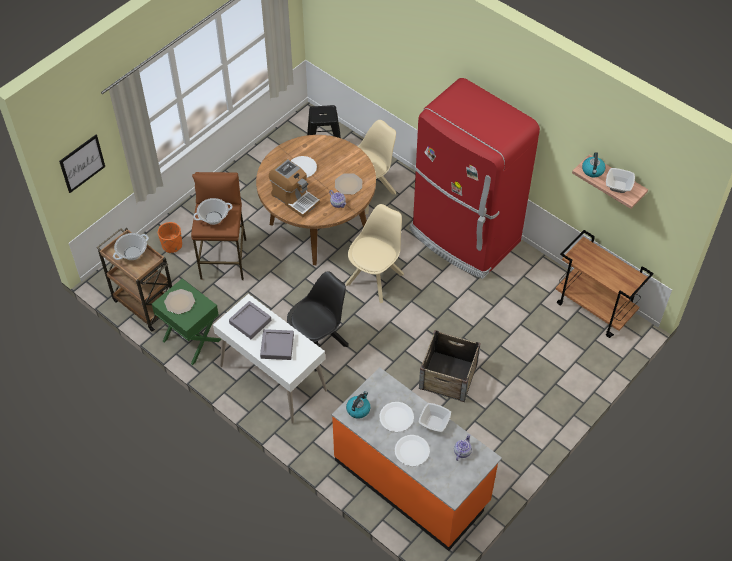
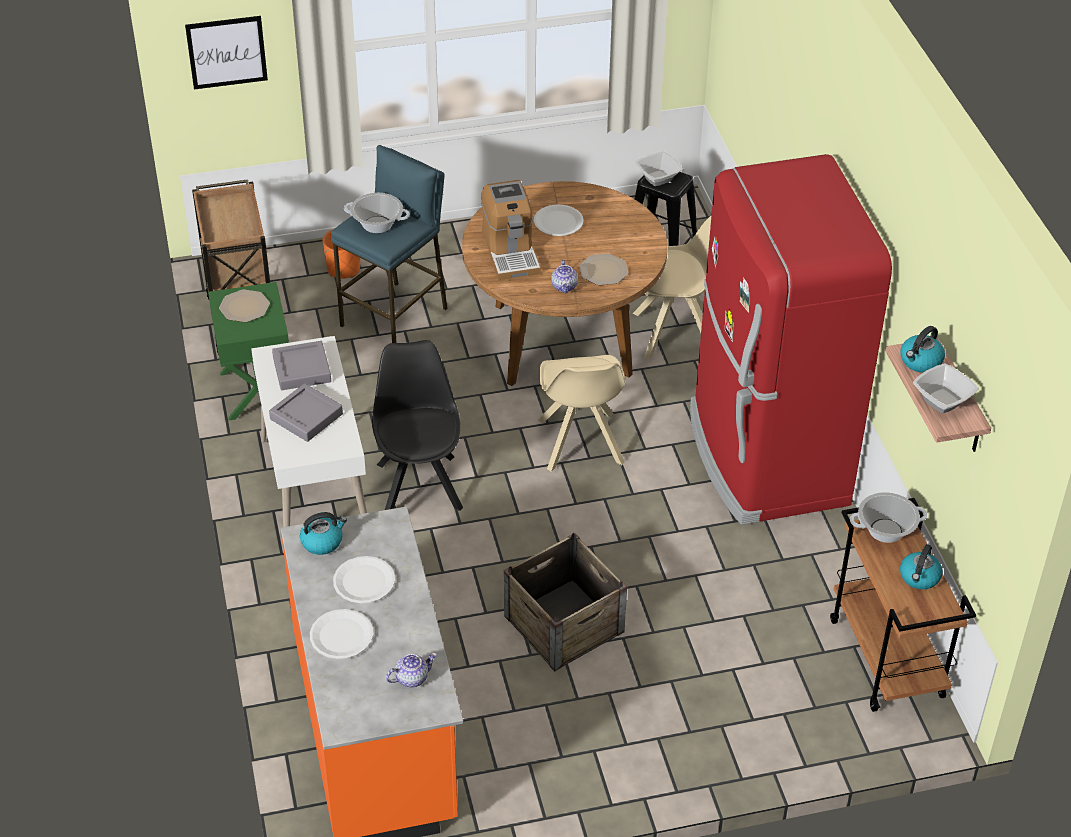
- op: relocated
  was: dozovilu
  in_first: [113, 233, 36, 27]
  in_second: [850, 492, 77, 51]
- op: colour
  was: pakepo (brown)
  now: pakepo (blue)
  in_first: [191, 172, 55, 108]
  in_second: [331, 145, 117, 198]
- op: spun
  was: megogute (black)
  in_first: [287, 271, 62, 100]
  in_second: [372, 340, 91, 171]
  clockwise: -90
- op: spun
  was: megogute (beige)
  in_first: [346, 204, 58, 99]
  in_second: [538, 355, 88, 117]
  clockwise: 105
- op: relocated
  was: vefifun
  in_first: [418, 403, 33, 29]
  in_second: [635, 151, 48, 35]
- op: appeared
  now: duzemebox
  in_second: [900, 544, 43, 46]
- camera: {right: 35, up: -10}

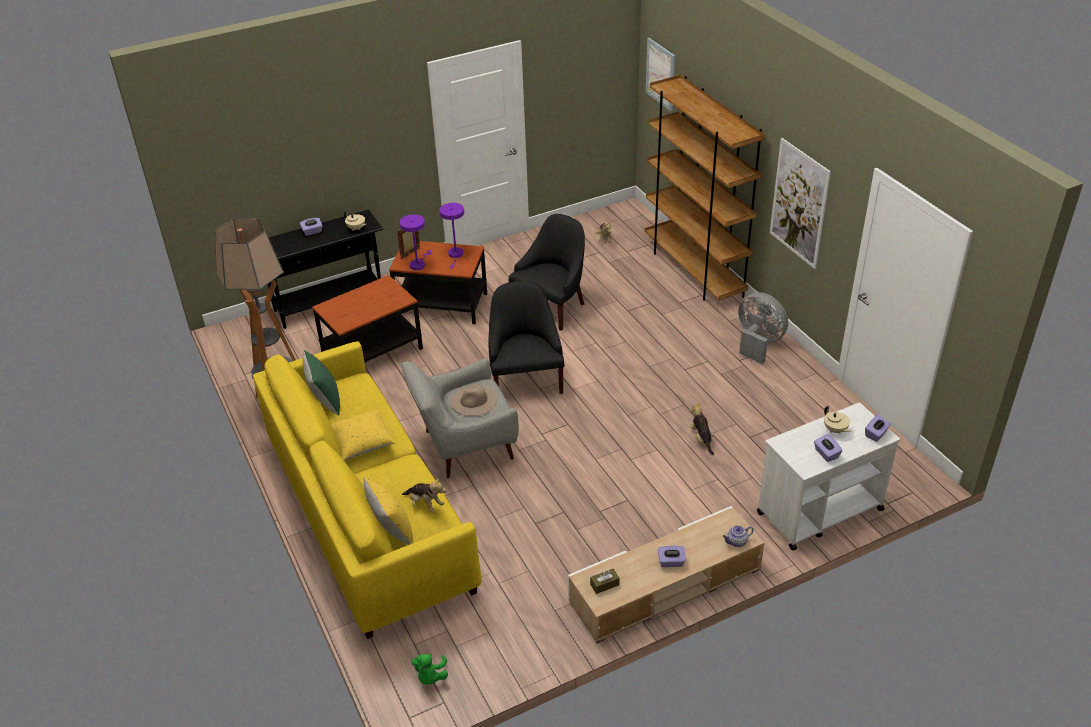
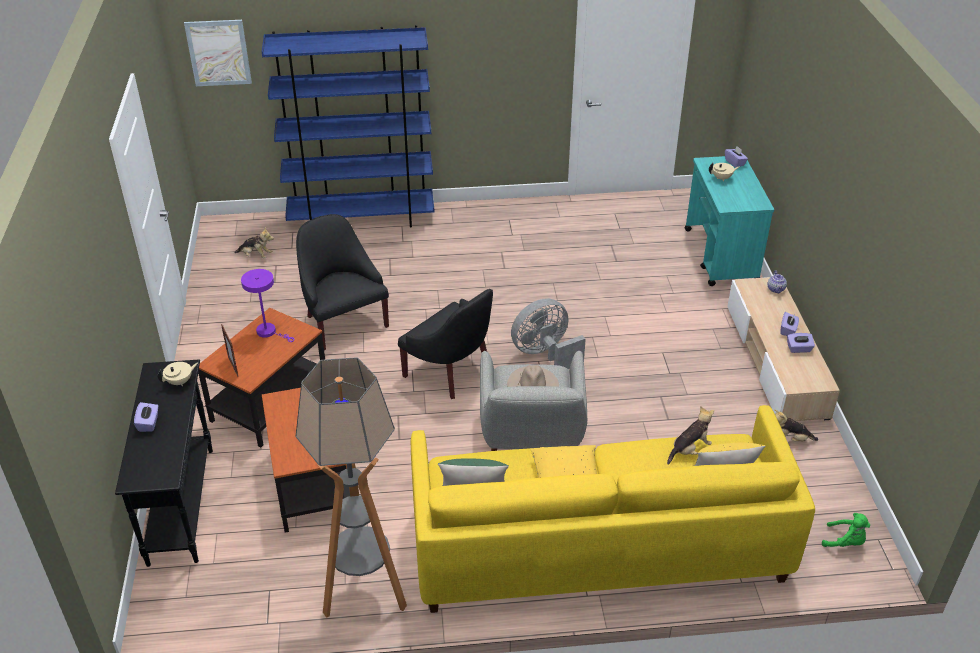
- op: missing
  was: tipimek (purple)
  in_first: [400, 214, 31, 56]
- op: spun
  was: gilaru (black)
  in_first: [488, 281, 77, 113]
  in_second: [398, 289, 95, 110]
  clockwise: -150
- op: missing
  was: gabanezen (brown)
  in_first: [590, 569, 30, 25]
- op: colour
  was: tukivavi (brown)
  now: tukivavi (blue)
  in_first: [645, 75, 120, 226]
  in_second: [262, 25, 173, 203]
- op: relocated
  was: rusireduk
  in_first: [689, 401, 26, 54]
  in_second: [774, 409, 44, 33]
- op: relocated
  was: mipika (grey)
  in_first: [738, 292, 50, 72]
  in_second: [511, 298, 75, 71]
- op: colour
  was: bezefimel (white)
  now: bezefimel (turquoise)
  in_first: [757, 403, 143, 147]
  in_second: [684, 156, 90, 130]
- op: missing
  was: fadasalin
  in_first: [770, 138, 61, 131]
- op: relocated
  was: gabanezen (purple)
  in_first: [814, 434, 28, 28]
  in_second: [787, 333, 28, 20]
- camera: {right: -70, up: 0}

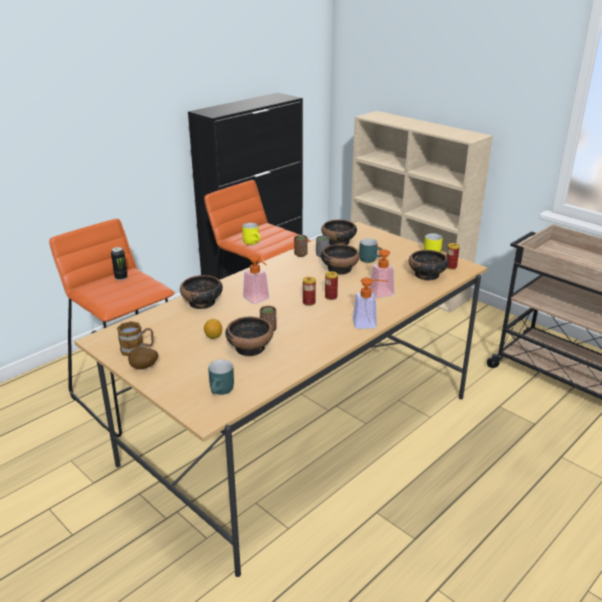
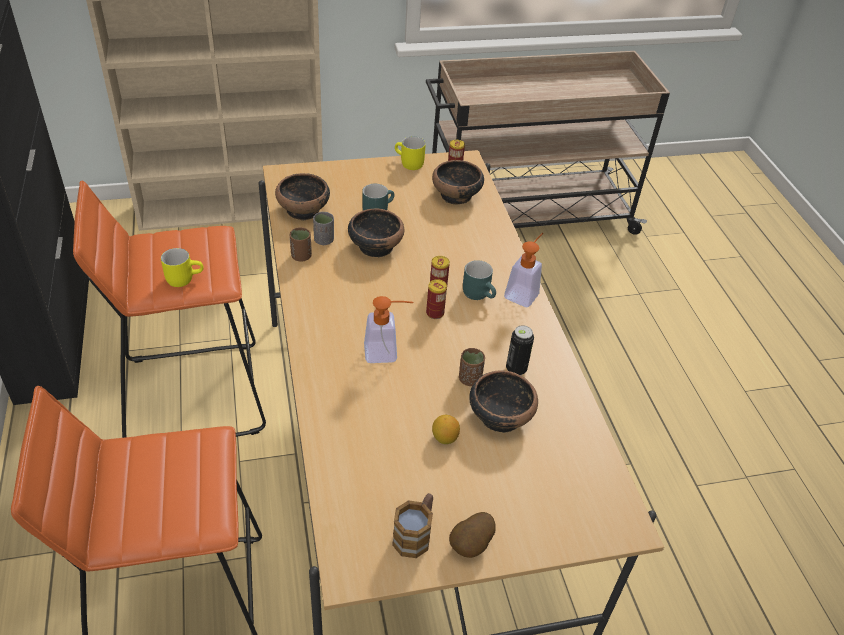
- op: relocated
  was: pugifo
  in_first: [111, 247, 17, 33]
  in_second: [506, 325, 28, 50]
- op: missing
  was: vefifun
  in_first: [180, 275, 43, 34]
- op: relocated
  was: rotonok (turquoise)
  in_first: [208, 360, 26, 35]
  in_second: [463, 260, 33, 40]
- op: missing
  was: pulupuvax
  in_first: [370, 245, 24, 53]
- camera: {right: -60, up: 15}

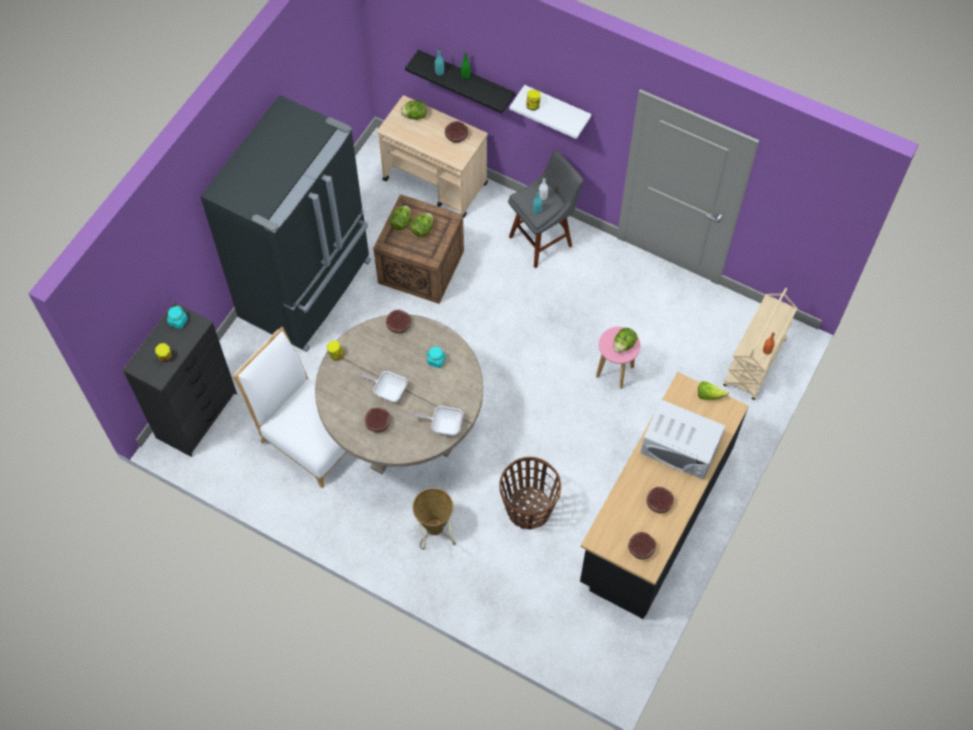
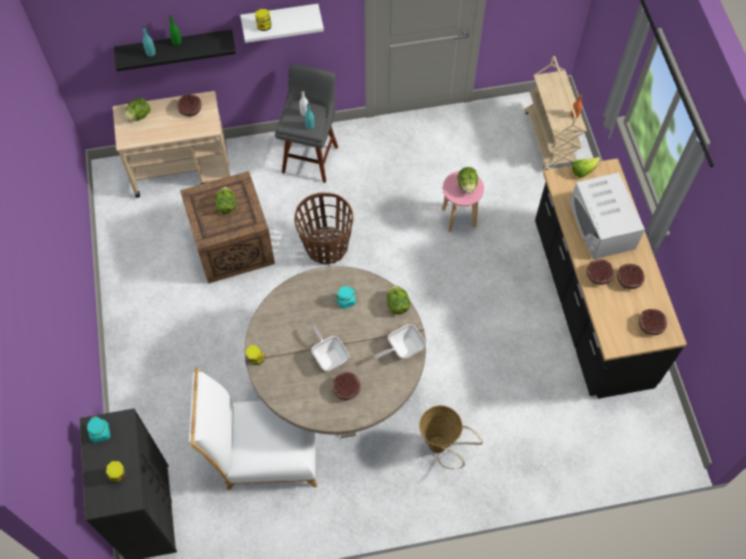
- op: missing
  was: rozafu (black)
  in_first: [200, 95, 171, 257]
- op: spun
  was: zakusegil
  in_first: [358, 371, 50, 31]
  in_second: [310, 323, 39, 48]
  clockwise: 75
- op: relocated
  was: vefifun
  in_first: [386, 310, 25, 24]
  in_second: [587, 259, 27, 26]
- op: relocated
  was: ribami
  in_first: [389, 206, 22, 24]
  in_second: [387, 285, 24, 30]
- op: relocated
  was: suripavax
  in_first: [499, 457, 62, 73]
  in_second: [294, 192, 59, 72]
- op: spun
  was: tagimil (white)
  in_first: [640, 399, 85, 81]
  in_second: [569, 172, 76, 87]
  clockwise: 90
- camera: {right: -40, up: 0}

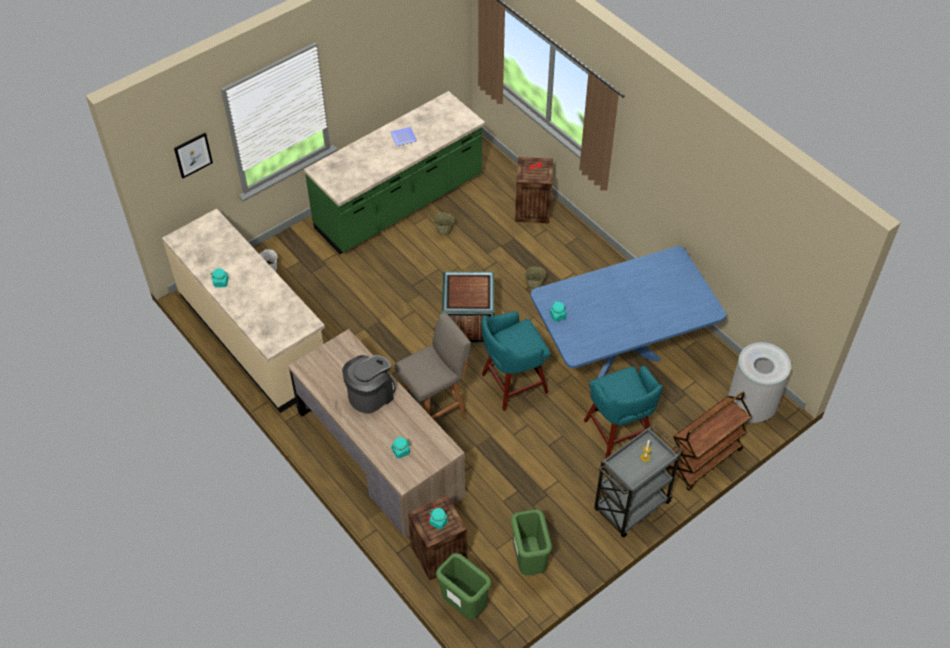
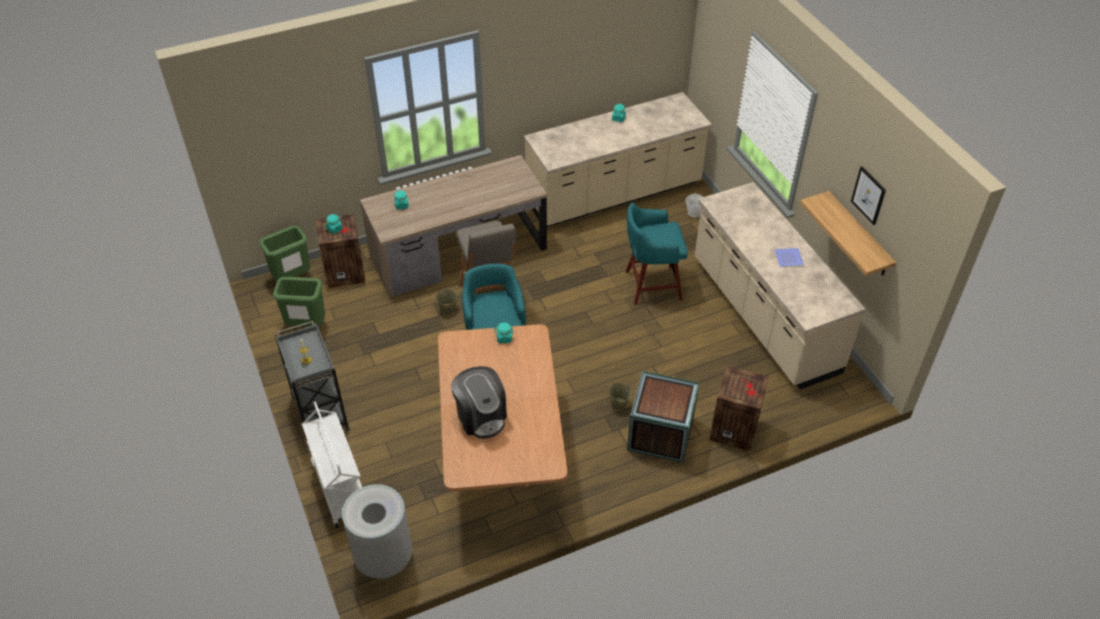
- op: relocated
  was: fadasalin
  in_first: [174, 133, 39, 45]
  in_second: [851, 167, 35, 58]
- op: colour
  was: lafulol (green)
  now: lafulol (beige)
  in_first: [304, 91, 181, 163]
  in_second: [695, 182, 171, 207]
- op: relocated
  was: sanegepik
  in_first: [342, 355, 53, 59]
  in_second: [451, 366, 56, 73]
- op: relocated
  was: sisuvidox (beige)
  in_first: [433, 210, 22, 26]
  in_second: [436, 288, 21, 27]
- op: relocated
  was: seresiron
  in_first: [442, 272, 52, 71]
  in_second: [627, 371, 72, 92]
- op: colour
  was: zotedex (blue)
  now: zotedex (brown)
  in_first: [531, 246, 195, 132]
  in_second: [438, 324, 129, 167]
- op: relocated
  was: pakepo (turquoise)
  in_first: [584, 365, 78, 94]
  in_second: [626, 203, 62, 102]
- op: colour
  was: bezefimel (brown)
  now: bezefimel (white)
  in_first: [667, 391, 85, 100]
  in_second: [302, 401, 60, 127]
- op: appeared
  now: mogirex
  in_second: [800, 191, 96, 85]
- camera: {right: 105, up: -5}

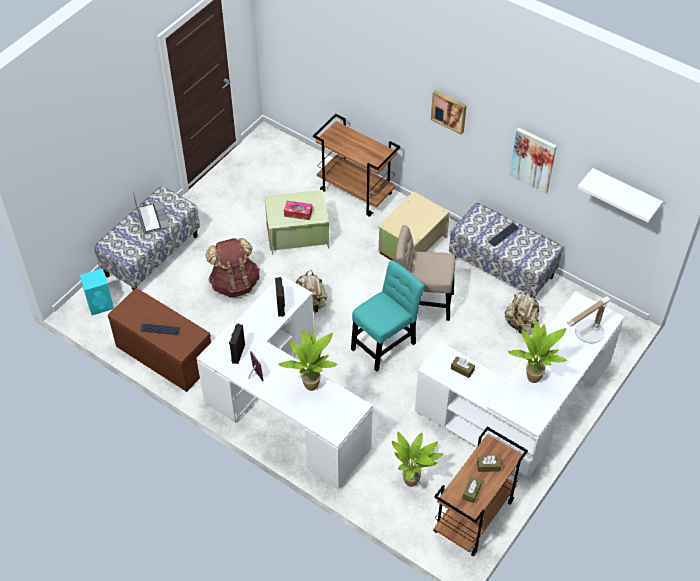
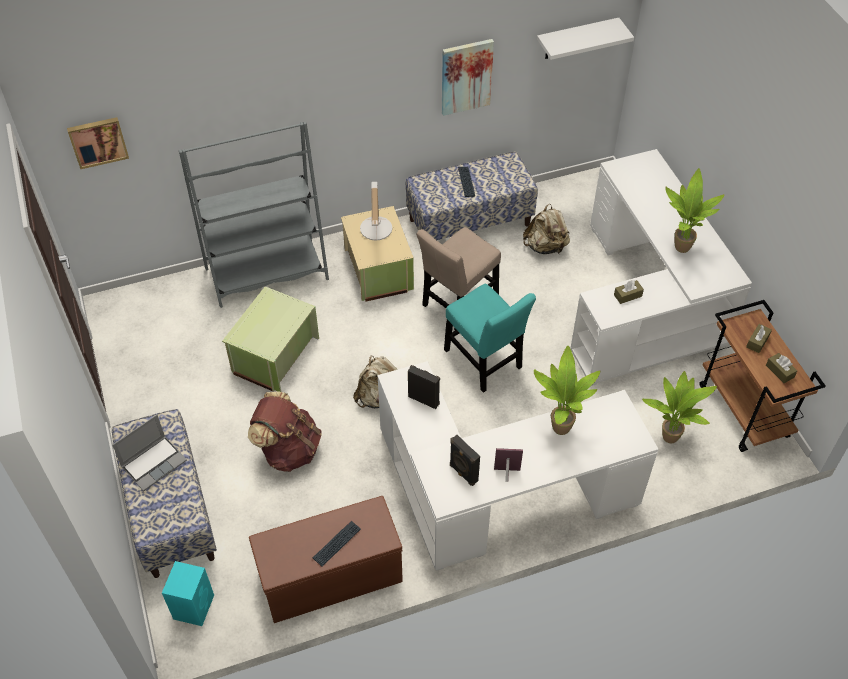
- op: spun
  was: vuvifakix
  in_first: [133, 190, 37, 44]
  in_second: [112, 415, 75, 76]
  clockwise: 120
- op: missing
  was: gabanezen
  in_first: [284, 201, 29, 19]
- op: exchanged
  was: bezefimel (brown)
  now: tukivavi (grey)
  in_first: [313, 114, 87, 102]
  in_second: [179, 122, 150, 186]
- op: spun
  was: megogute (turquoise)
  in_first: [351, 260, 74, 112]
  in_second: [444, 284, 92, 109]
  clockwise: 150
- op: relocated
  was: fadasalin
  in_first: [431, 90, 36, 45]
  in_second: [67, 117, 62, 52]
- op: relocated
  was: tipimek
  in_first: [567, 296, 44, 47]
  in_second: [360, 182, 32, 58]
- camera: {right: -55, up: 0}

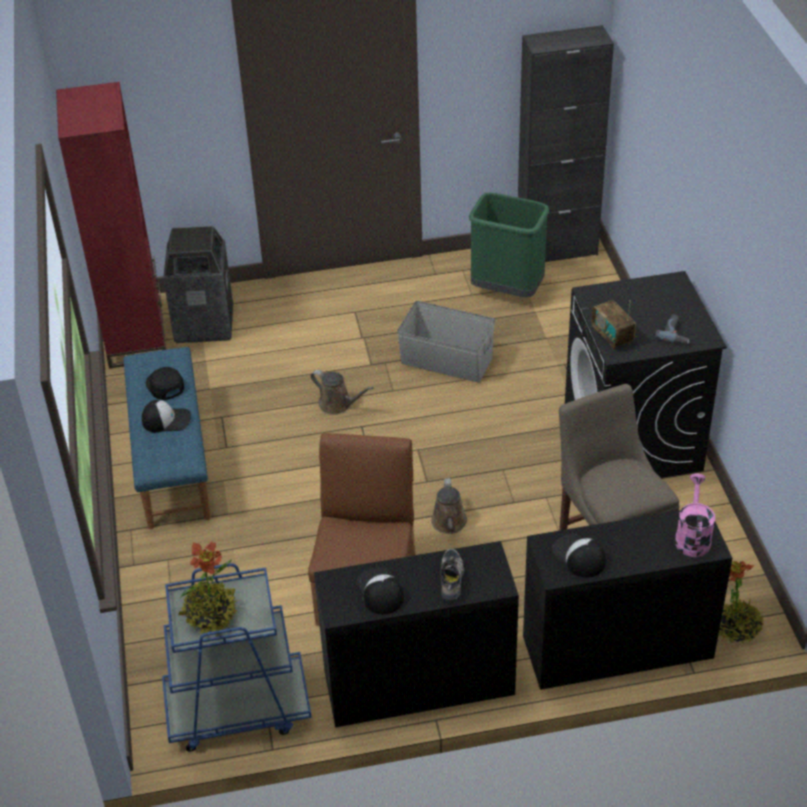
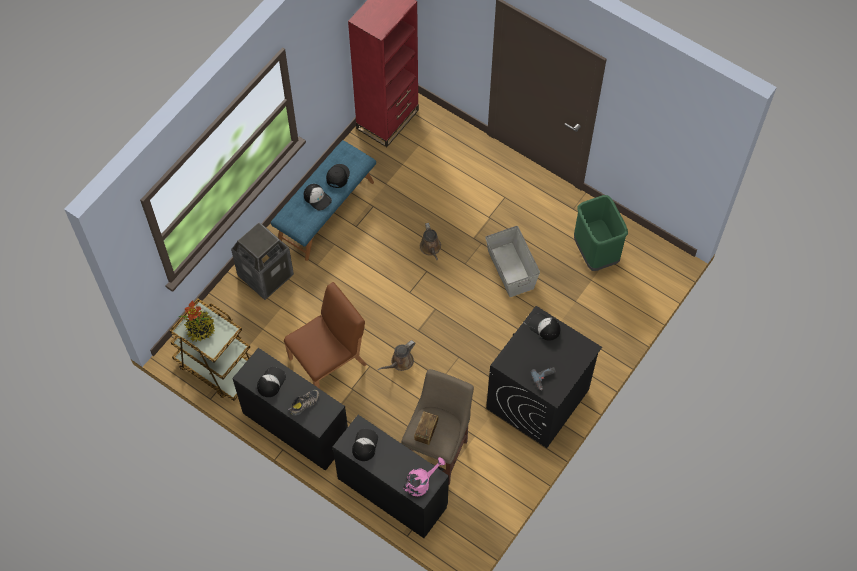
- op: colour
  was: bezefimel (blue)
  now: bezefimel (brown)
  in_first: [162, 563, 150, 189]
  in_second: [170, 299, 80, 102]
- op: relocated
  was: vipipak
  in_first: [163, 226, 70, 117]
  in_second: [231, 222, 63, 78]
- op: missing
  was: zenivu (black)
  in_first: [518, 25, 96, 237]
- op: relocated
  was: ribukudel
  in_first: [592, 300, 44, 50]
  in_second: [414, 411, 24, 34]
- op: missing
  was: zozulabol
  in_first: [718, 561, 46, 84]
- op: appeared
  now: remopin
  in_second: [528, 313, 32, 28]
- camera: {right: 45, up: 20}

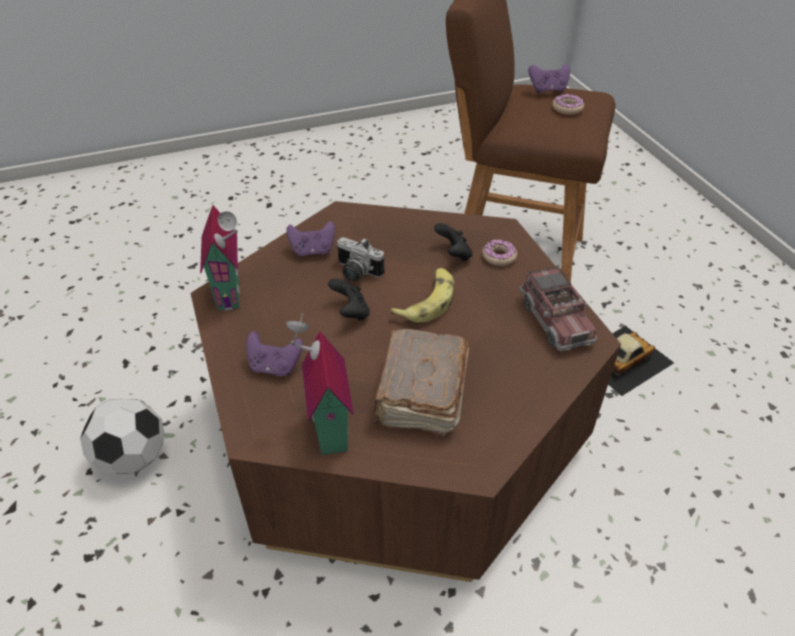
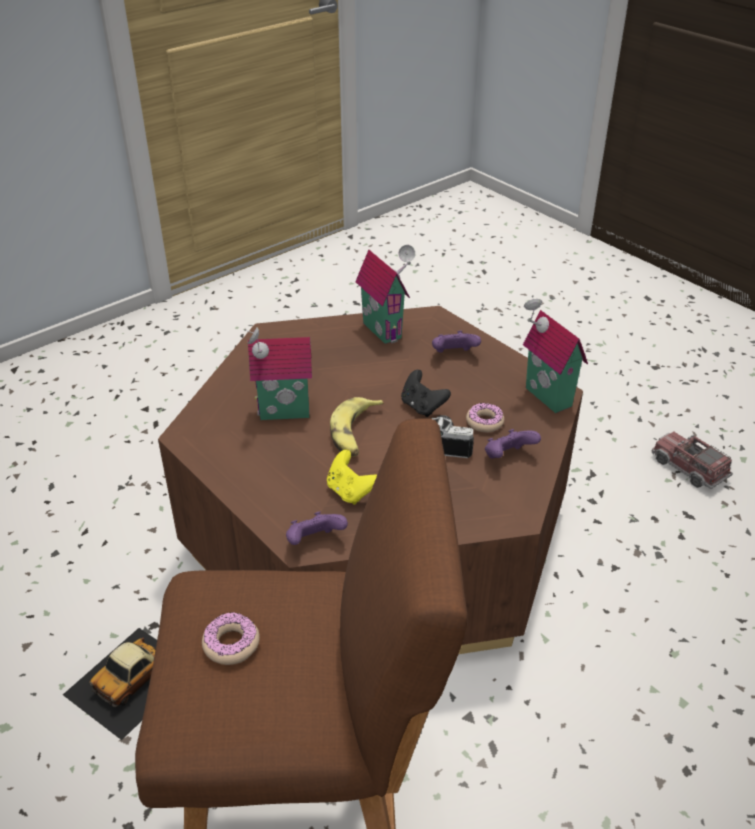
- op: missing
  was: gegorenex
  in_first: [80, 399, 85, 75]
- op: missing
  was: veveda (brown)
  in_first: [374, 329, 95, 107]
- op: colour
  was: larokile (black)
  now: larokile (yellow)
  in_first: [434, 223, 39, 39]
  in_second: [327, 450, 50, 55]
- op: relocated
  was: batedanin
  in_first: [482, 239, 35, 27]
  in_second: [466, 403, 38, 29]
- op: relocated
  was: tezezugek
  in_first: [519, 266, 78, 86]
  in_second: [652, 432, 81, 57]
- op: relocated
  was: larokile (purple)
  in_first: [528, 64, 42, 30]
  in_second: [286, 511, 62, 34]
- op: appeared
  now: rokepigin
  in_second: [244, 327, 68, 93]
- camera: {right: 160, up: -5}

